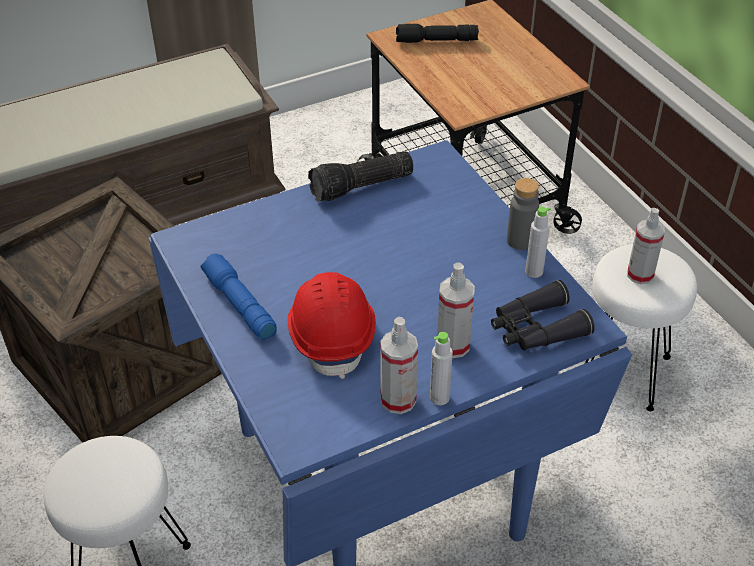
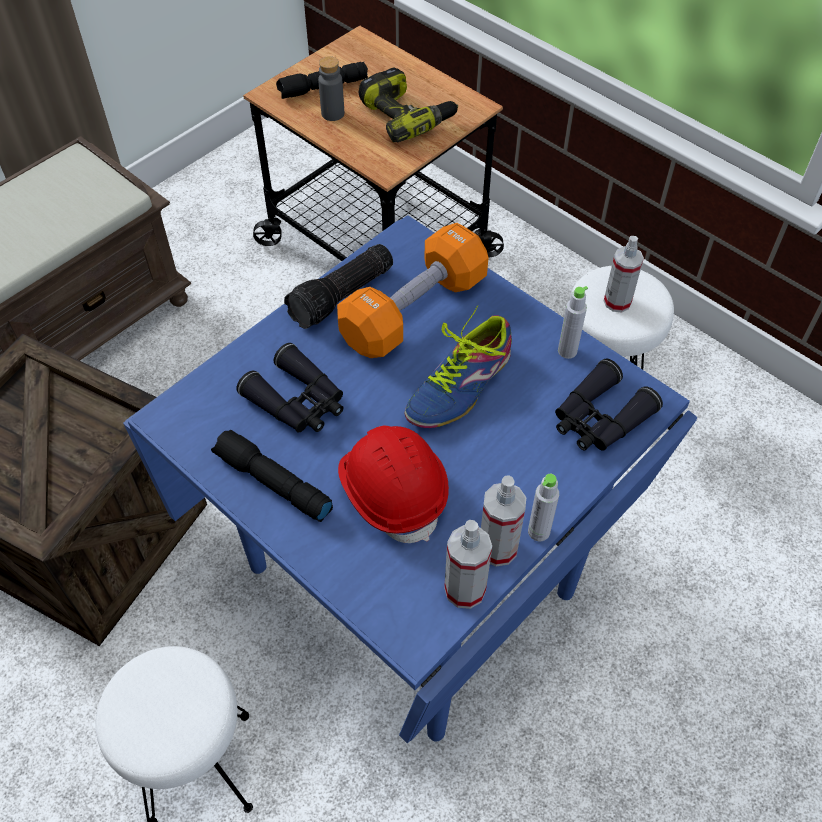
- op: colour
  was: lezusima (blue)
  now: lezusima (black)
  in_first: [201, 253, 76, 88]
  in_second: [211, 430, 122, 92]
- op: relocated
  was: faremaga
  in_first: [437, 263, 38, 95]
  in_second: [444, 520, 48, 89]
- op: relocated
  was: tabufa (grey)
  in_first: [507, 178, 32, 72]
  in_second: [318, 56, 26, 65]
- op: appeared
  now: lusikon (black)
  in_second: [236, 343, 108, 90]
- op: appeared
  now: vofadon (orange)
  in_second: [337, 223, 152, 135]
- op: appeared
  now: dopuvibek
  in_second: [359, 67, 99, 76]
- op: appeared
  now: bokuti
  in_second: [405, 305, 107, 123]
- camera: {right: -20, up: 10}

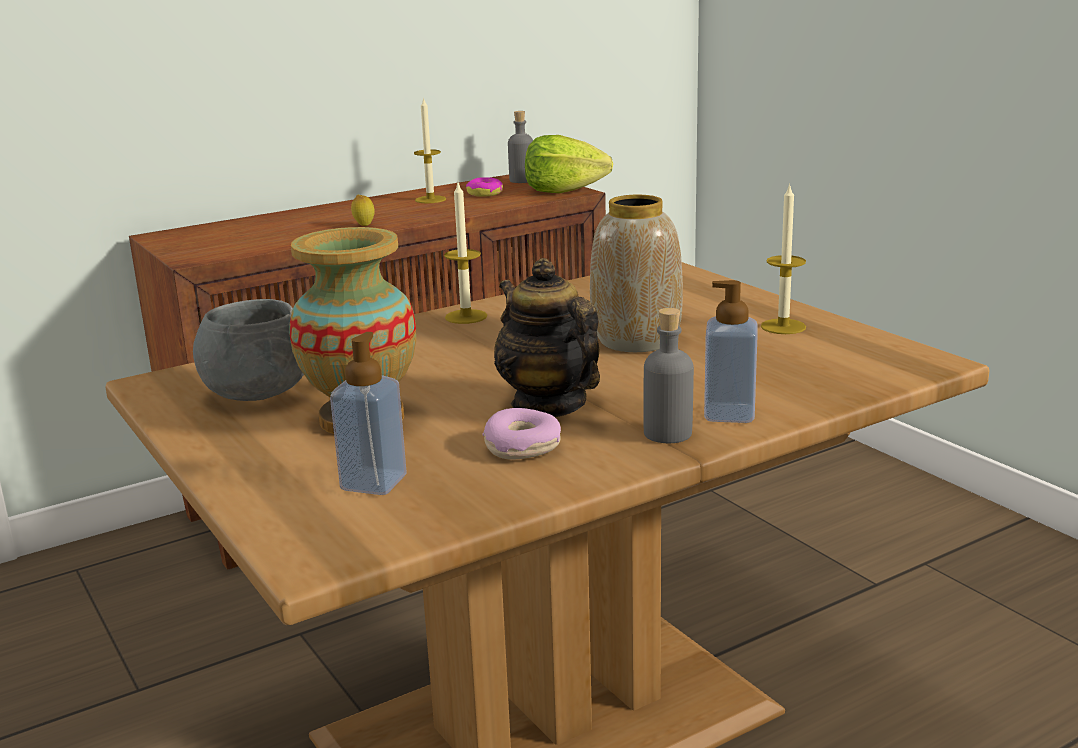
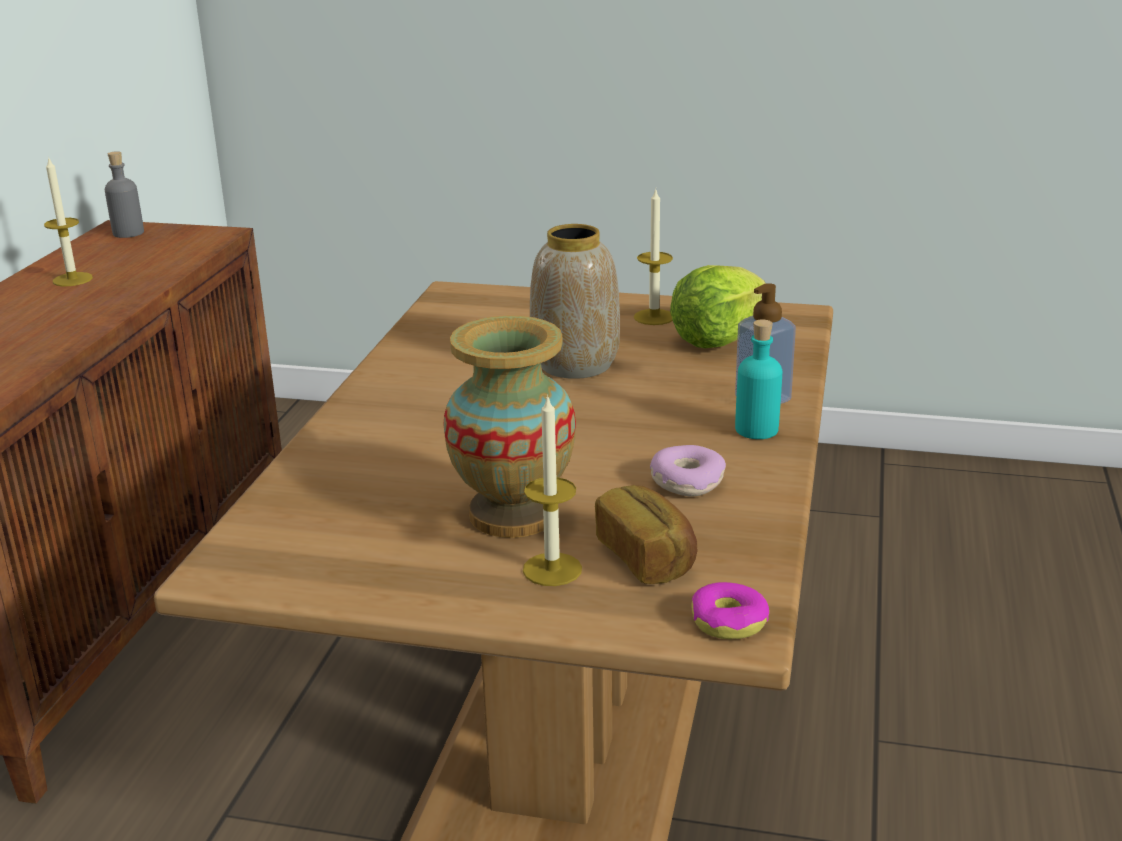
- op: missing
  was: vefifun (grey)
  in_first: [193, 299, 111, 102]
- op: exchanged
  was: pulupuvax
  now: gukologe
  in_first: [330, 332, 76, 163]
  in_second: [595, 485, 102, 99]
- op: missing
  was: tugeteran
  in_first: [351, 195, 24, 31]
- op: relocated
  was: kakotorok
  in_first: [444, 183, 43, 141]
  in_second: [523, 394, 59, 192]
- op: relocated
  was: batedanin
  in_first: [466, 177, 37, 20]
  in_second: [691, 582, 78, 57]
- op: missing
  was: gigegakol
  in_first: [494, 258, 106, 159]
- op: relocated
  was: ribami
  in_first: [525, 135, 88, 58]
  in_second: [670, 265, 96, 83]
- op: colour
  was: tabufa (grey)
  now: tabufa (turquoise)
  in_first: [643, 308, 51, 135]
  in_second: [735, 320, 47, 119]
- camera: {right: -45, up: 5}

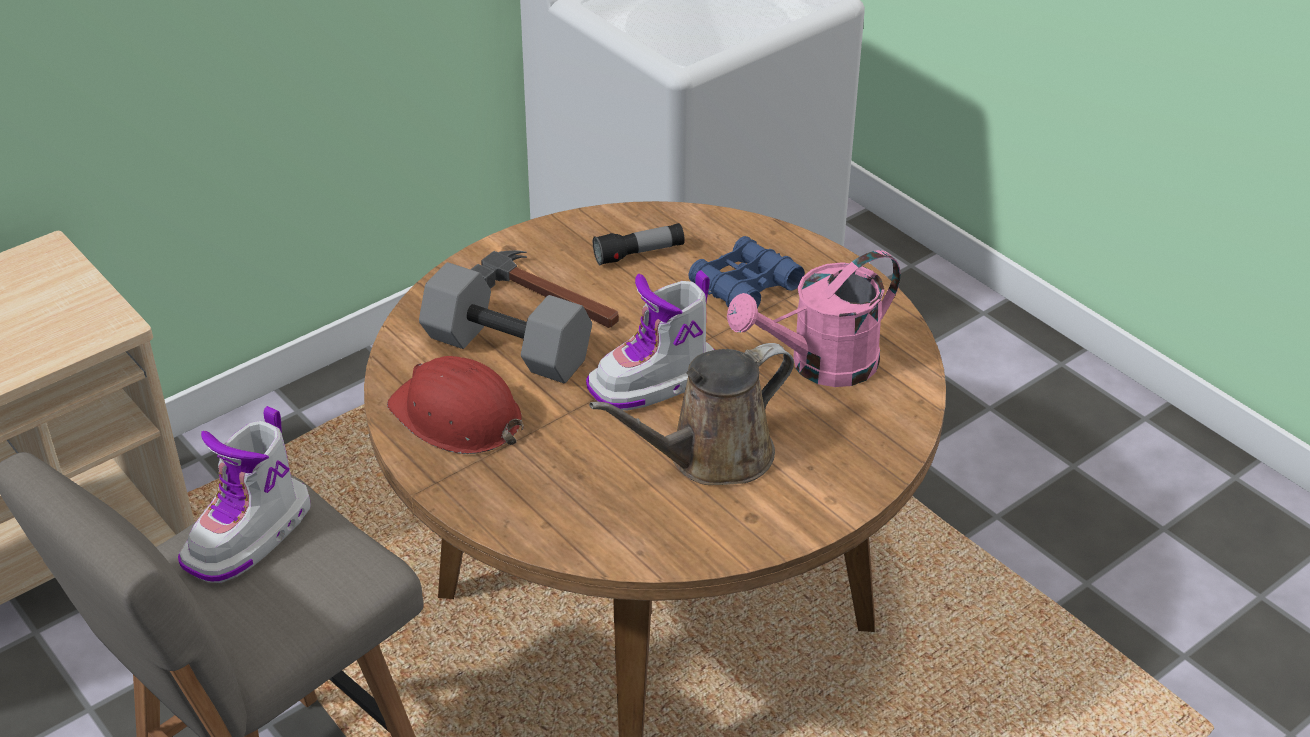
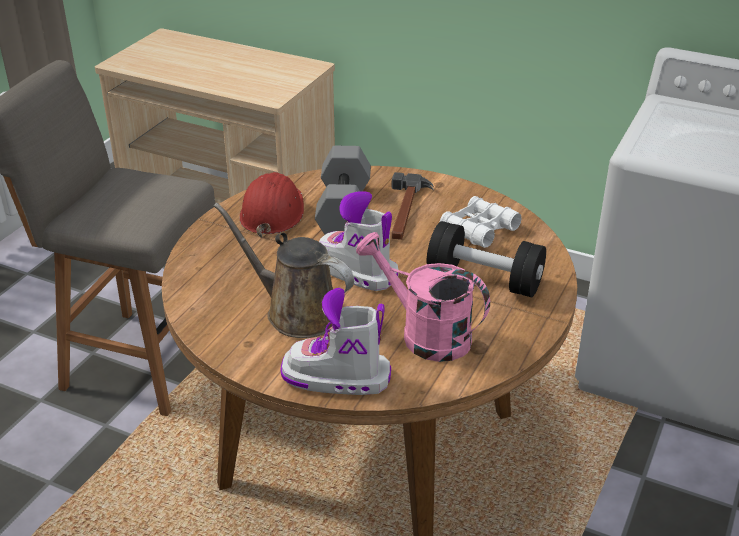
- op: relocated
  was: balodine
  in_first: [178, 406, 133, 177]
  in_second: [280, 288, 111, 107]
- op: exchanged
  was: lezusima
  now: lusikon (white)
  in_first: [593, 223, 92, 43]
  in_second: [440, 196, 82, 52]
- op: exchanged
  was: lusikon (blue)
  now: vofadon (black)
  in_first: [688, 236, 117, 72]
  in_second: [427, 221, 119, 76]
- camera: {right: 65, up: -5}

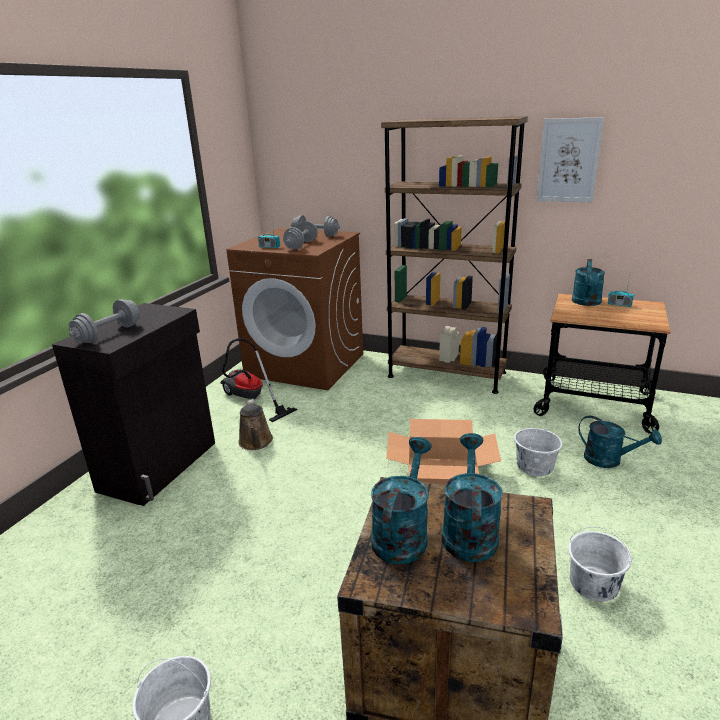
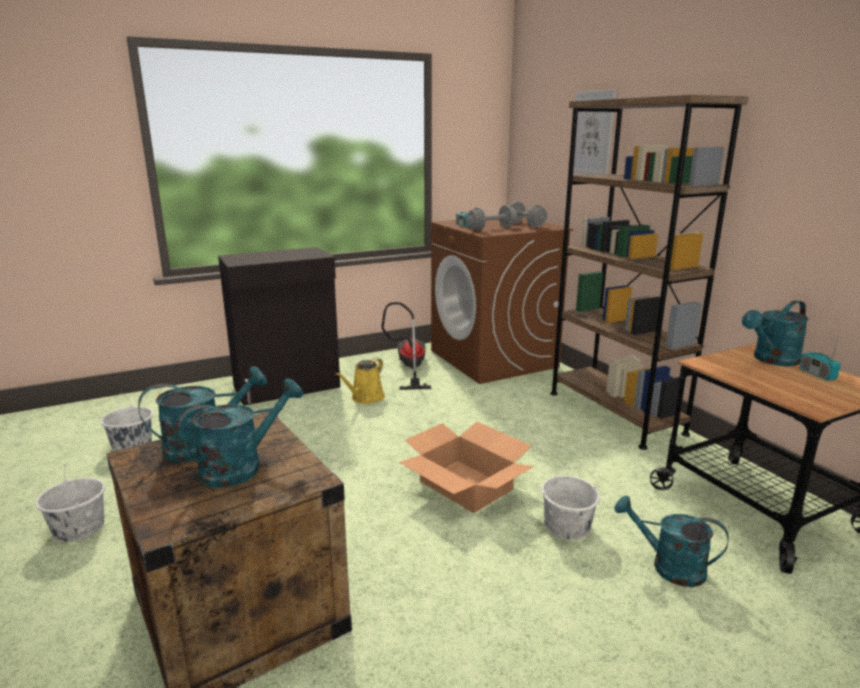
- op: missing
  was: vofadon (grey)
  in_first: [69, 299, 71, 44]
- op: colour
  was: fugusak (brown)
  now: fugusak (yellow)
  in_first: [238, 399, 35, 51]
  in_second: [335, 358, 50, 46]
- op: relocated
  was: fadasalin
  in_first: [537, 117, 67, 85]
  in_second: [573, 89, 43, 85]
- op: relocated
  was: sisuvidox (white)
  in_first: [568, 527, 64, 75]
  in_second: [100, 393, 53, 58]
- op: spun
  was: fugusak (turquoise)
  in_first: [578, 416, 84, 52]
  in_second: [614, 495, 115, 92]
  clockwise: 135
- camera: {right: 40, up: -5}

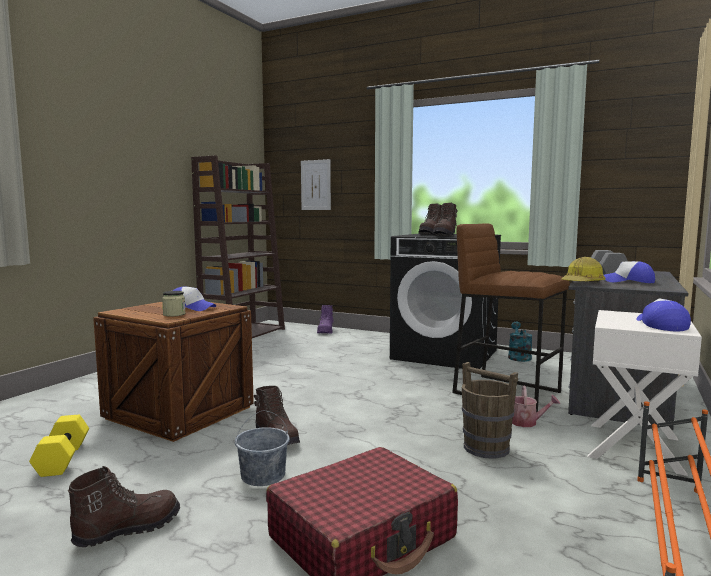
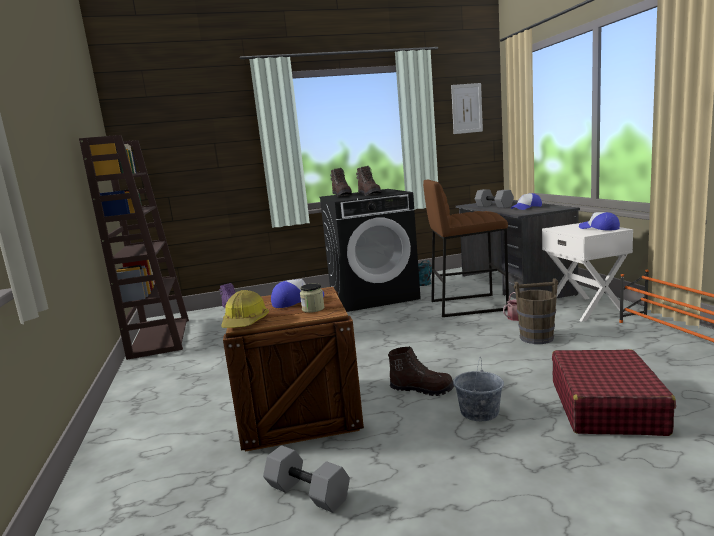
- op: colour
  was: vofadon (yellow)
  now: vofadon (grey)
  in_first: [29, 415, 60, 62]
  in_second: [263, 445, 87, 68]
- op: missing
  was: balodine (brown)
  in_first: [68, 466, 112, 81]
- op: relocated
  was: fadasalin
  in_first: [301, 159, 30, 51]
  in_second: [451, 83, 32, 51]
- op: relocated
  was: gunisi
  in_first: [561, 257, 44, 25]
  in_second: [221, 290, 48, 38]
- camera: {right: -40, up: 5}

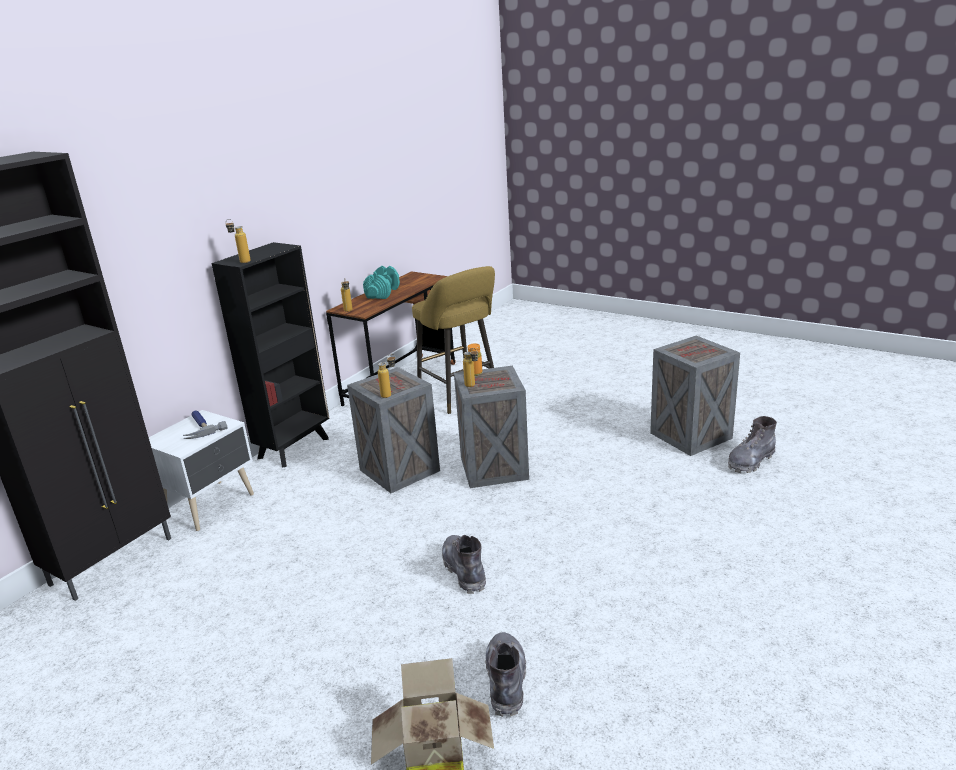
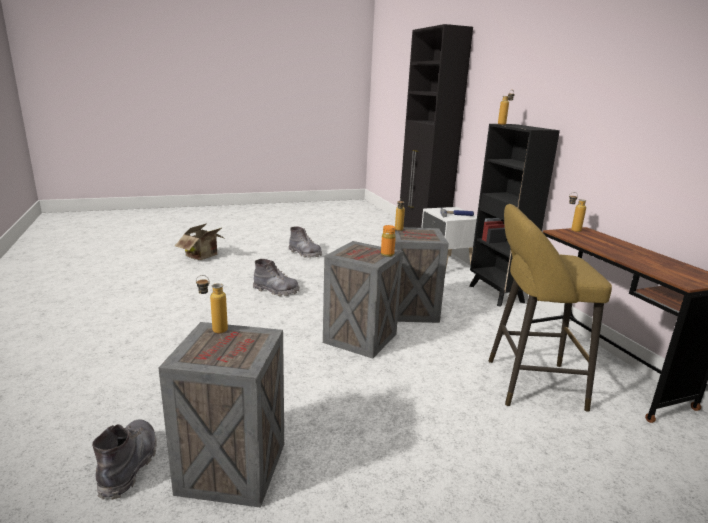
- op: missing
  was: vofadon (turquoise)
  in_first: [363, 266, 37, 33]
- op: relocated
  was: tabufa
  in_first: [463, 348, 15, 39]
  in_second: [196, 275, 32, 58]
- op: relocated
  was: balodine (grey)
  in_first: [485, 632, 41, 85]
  in_second: [289, 226, 33, 32]
- camera: {right: 125, up: -5}

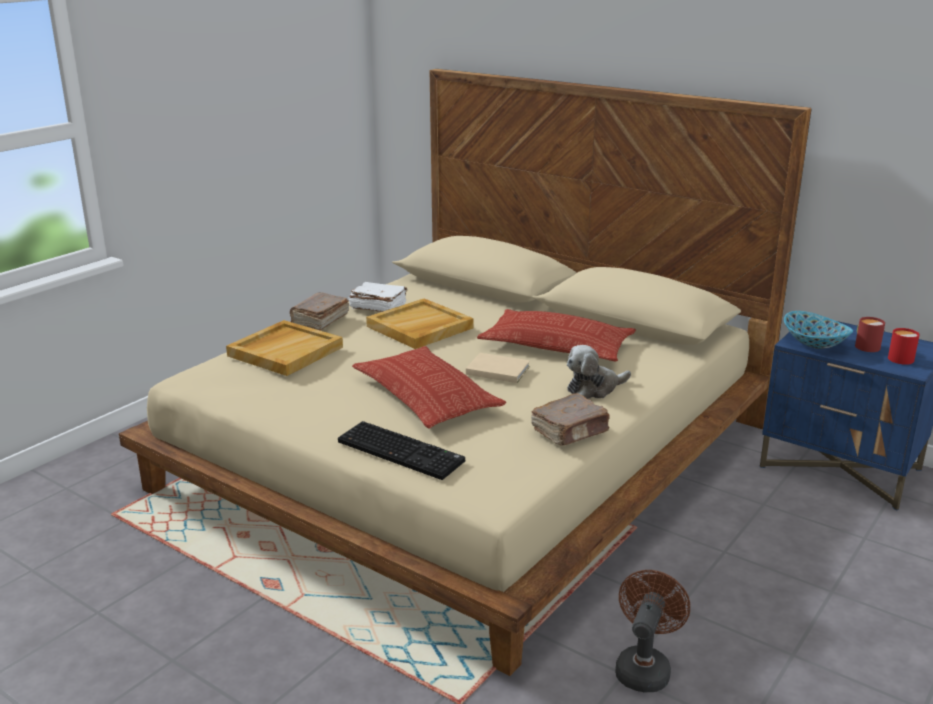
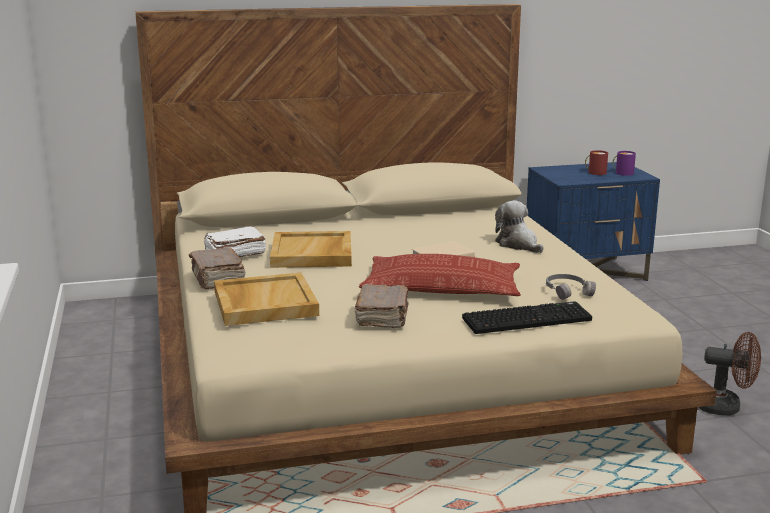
- op: missing
  was: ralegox
  in_first: [477, 309, 159, 52]
- op: relocated
  was: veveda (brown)
  in_first: [531, 394, 79, 52]
  in_second: [355, 284, 54, 44]
- op: spun
  was: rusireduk
  in_first: [567, 345, 64, 54]
  in_second: [495, 200, 49, 53]
  clockwise: 135
- op: spun
  was: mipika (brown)
  in_first: [615, 570, 75, 122]
  in_second: [699, 332, 62, 83]
  clockwise: 135
- op: missing
  was: vefifun
  in_first: [784, 311, 69, 38]
- op: colour
  was: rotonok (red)
  now: rotonok (purple)
  in_first: [888, 328, 32, 37]
  in_second: [613, 151, 23, 25]
- op: appeared
  now: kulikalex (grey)
  in_second: [546, 274, 50, 26]
- camera: {right: -50, up: -5}

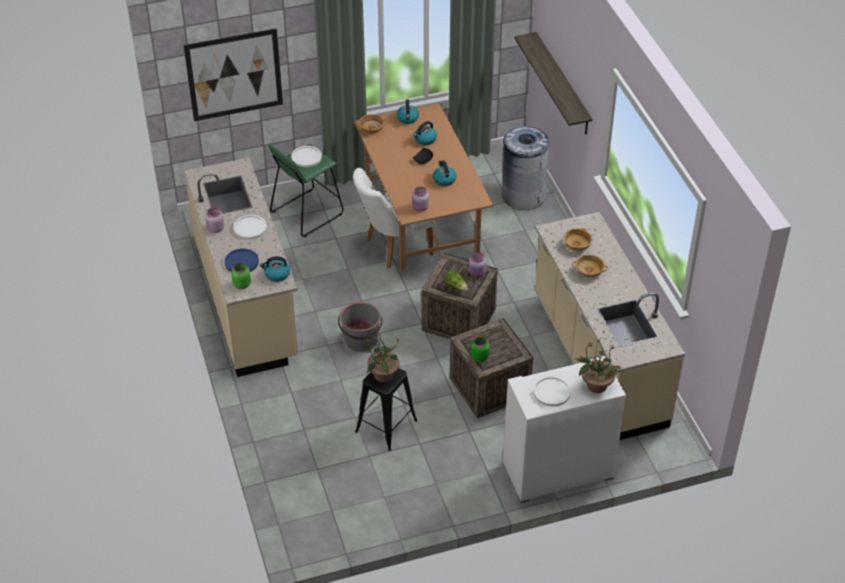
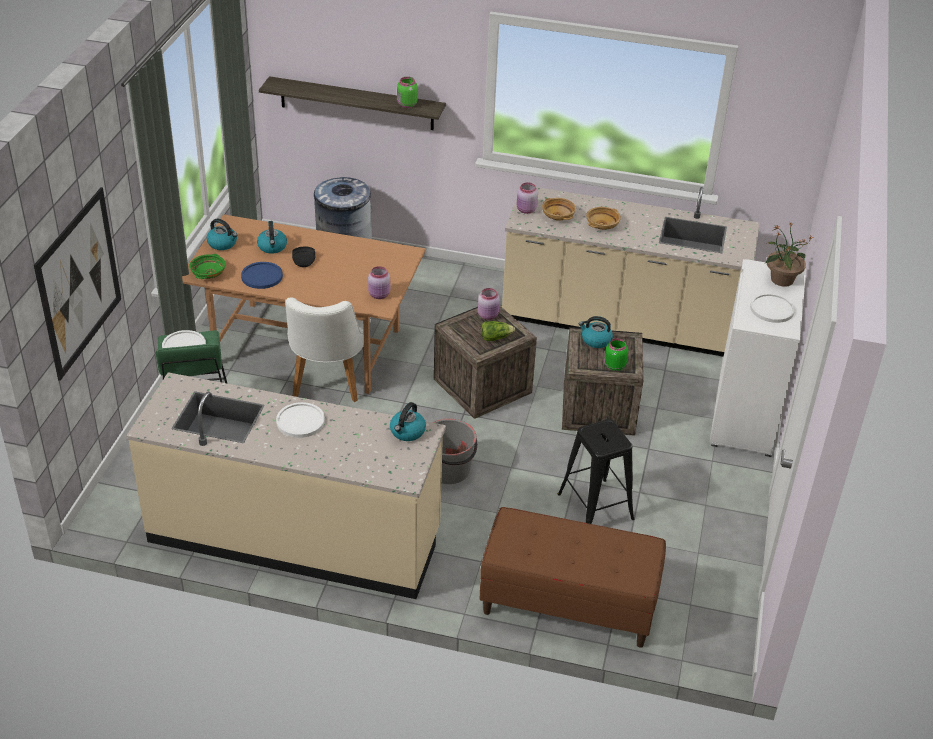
- op: relocated
  was: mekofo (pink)
  in_first: [205, 207, 19, 26]
  in_second: [517, 182, 21, 32]
- op: relocated
  was: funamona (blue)
  in_first: [225, 248, 34, 24]
  in_second: [241, 262, 42, 27]
- op: relocated
  was: mekofo (green)
  in_first: [231, 263, 20, 26]
  in_second: [397, 77, 21, 31]
- op: colour
  was: vefifun (beige)
  now: vefifun (green)
  in_first: [356, 114, 31, 19]
  in_second: [190, 254, 36, 25]
- op: missing
  was: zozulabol
  in_first: [364, 332, 36, 50]
- op: relocated
  was: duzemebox
  in_first: [433, 160, 23, 26]
  in_second: [578, 316, 35, 32]
- op: appeared
  now: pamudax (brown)
  in_second: [480, 507, 186, 141]
- camera: {right: -60, up: -5}

